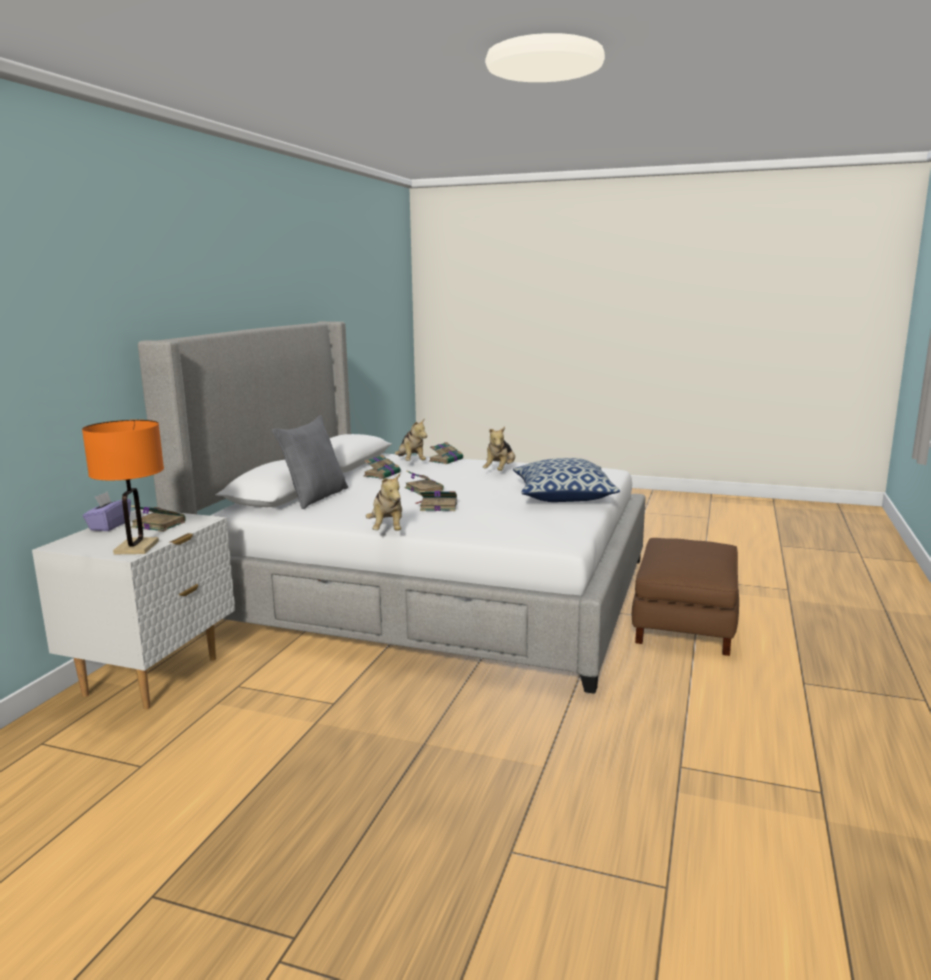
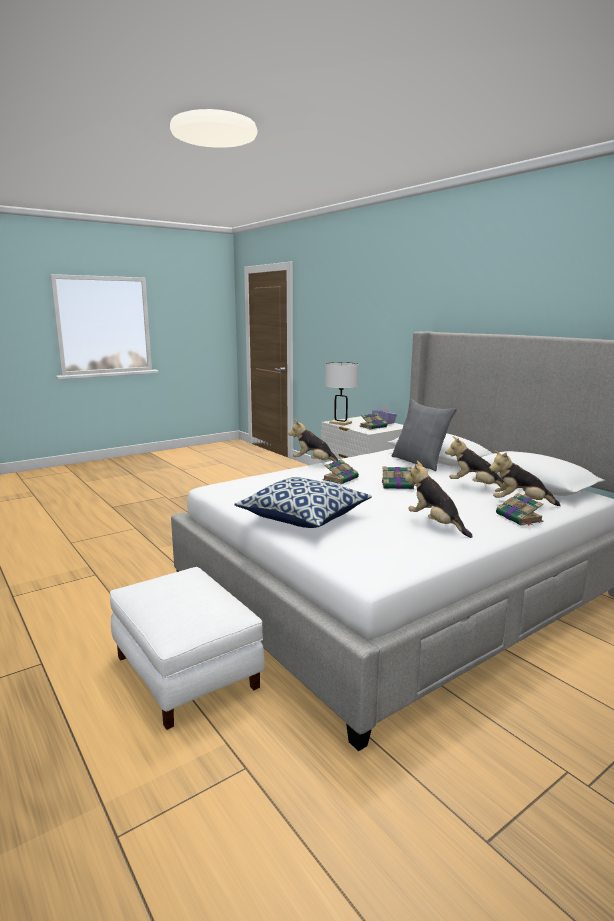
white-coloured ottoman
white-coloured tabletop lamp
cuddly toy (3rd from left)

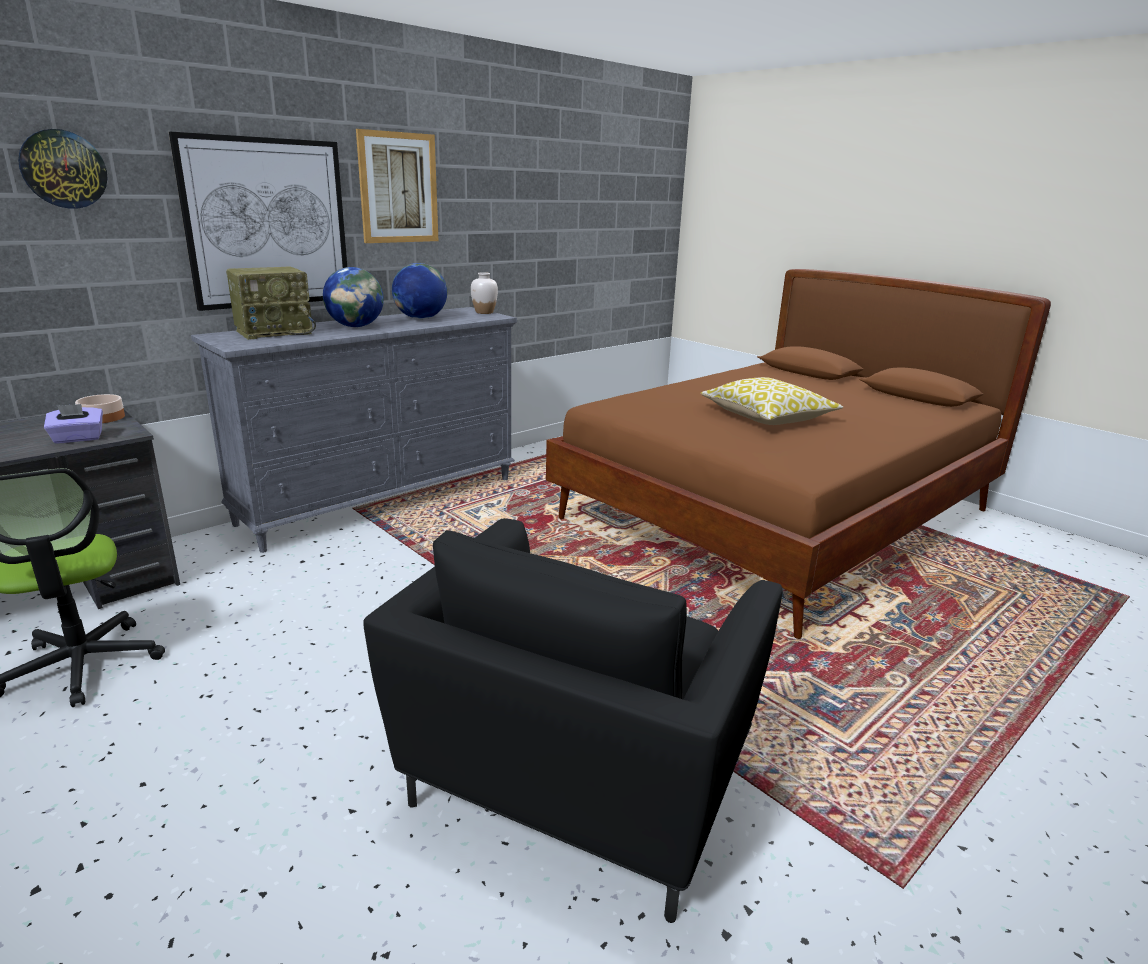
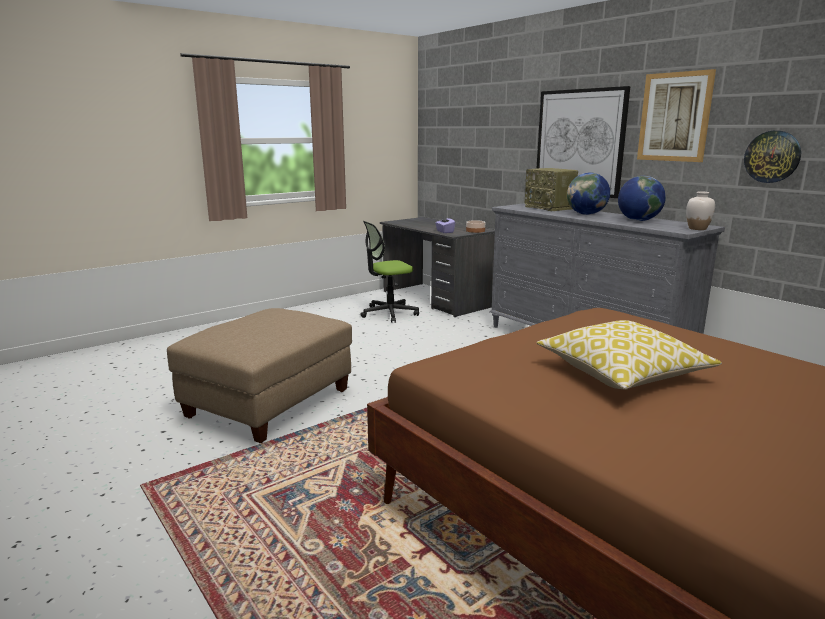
beige-coloured ottoman
clock on the wall

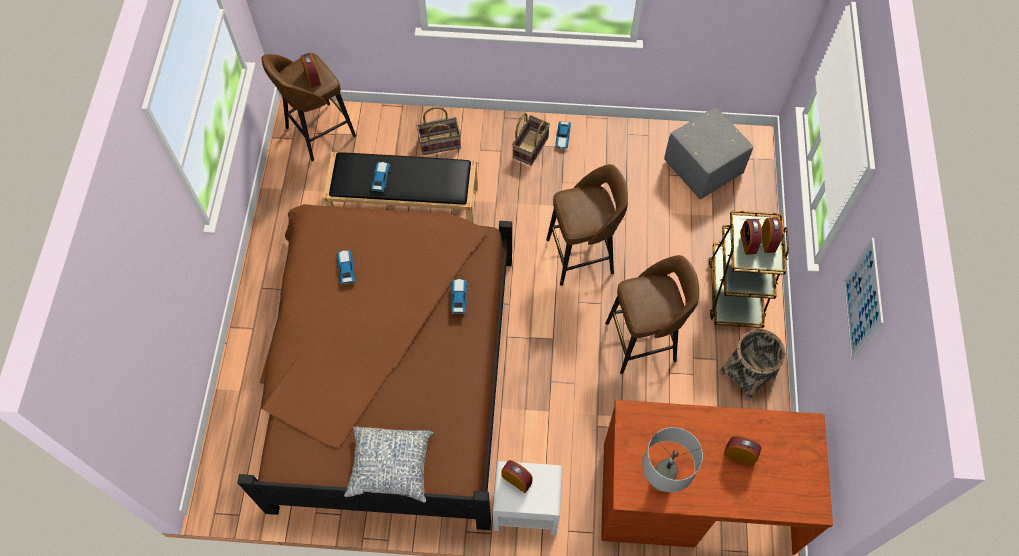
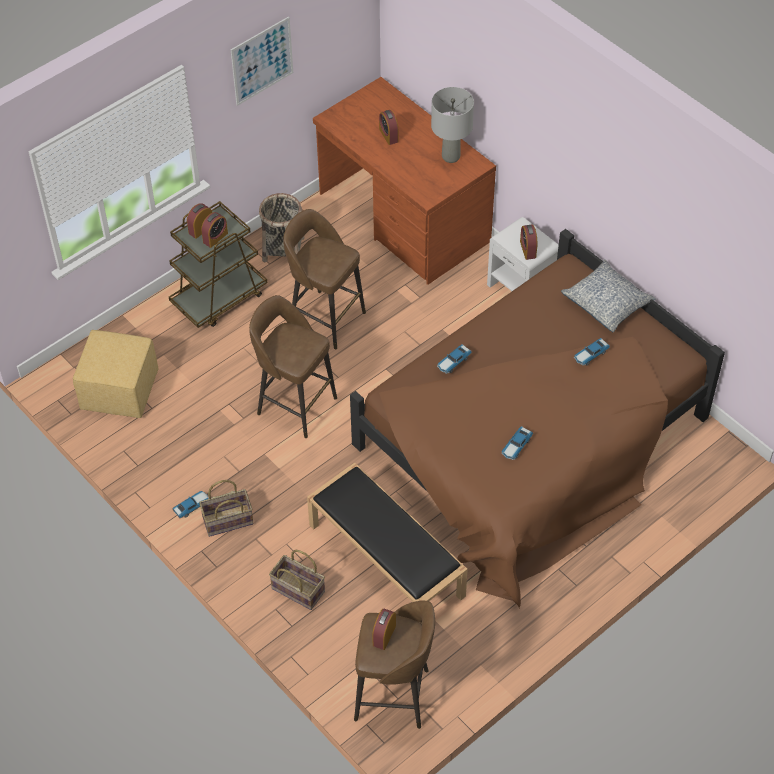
yellow ottoman
miniature car (4th from left)

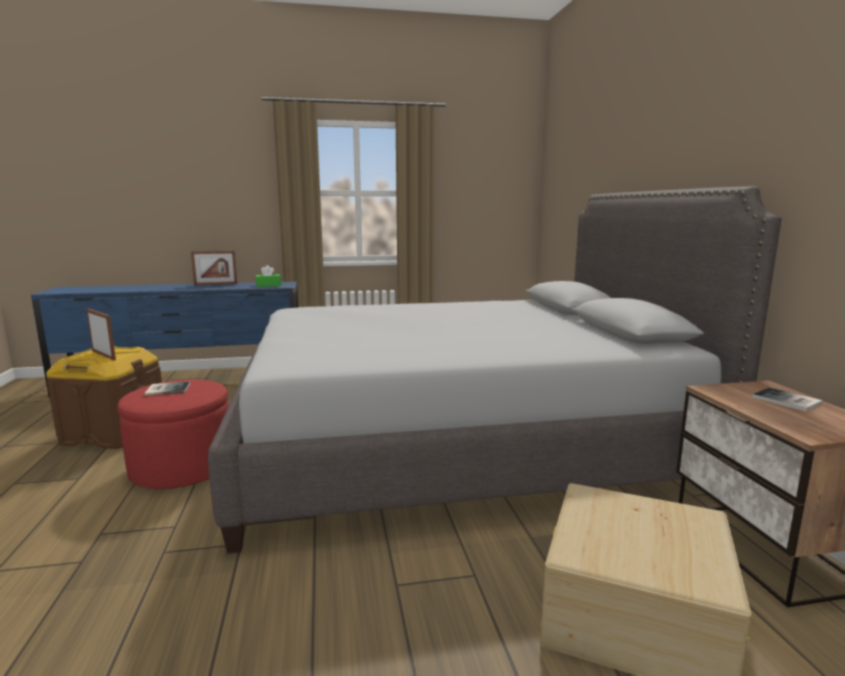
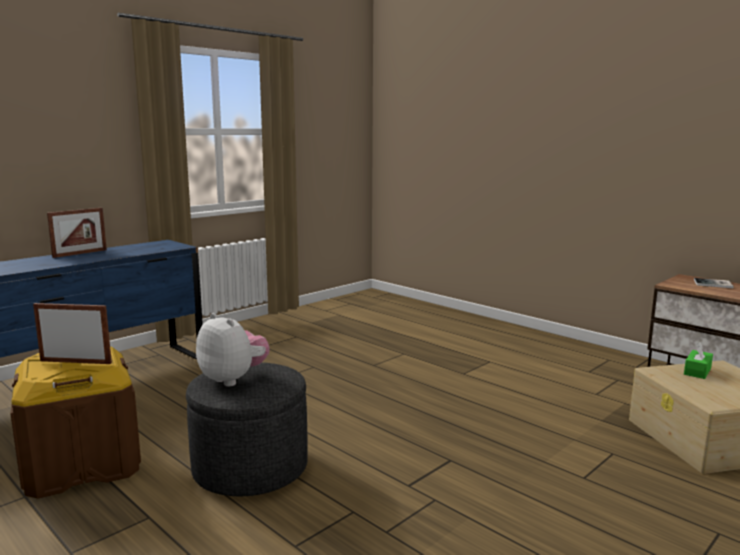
gray ottoman
cuddly toy
green-coloured tissue box
gray sleeping bed

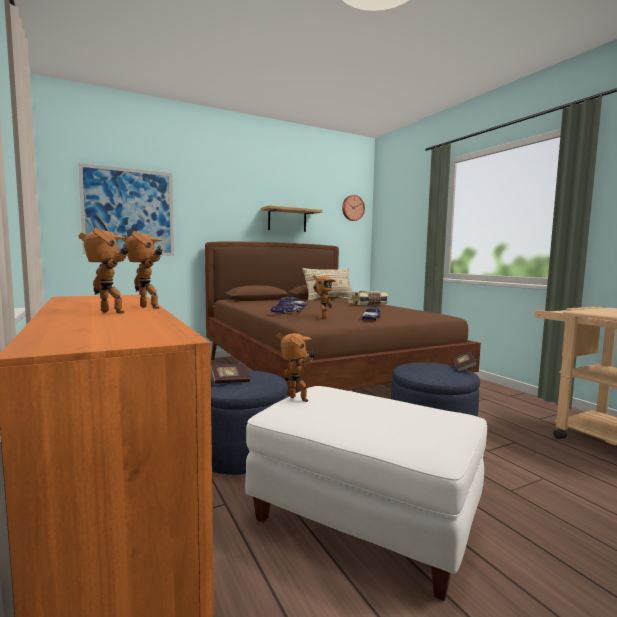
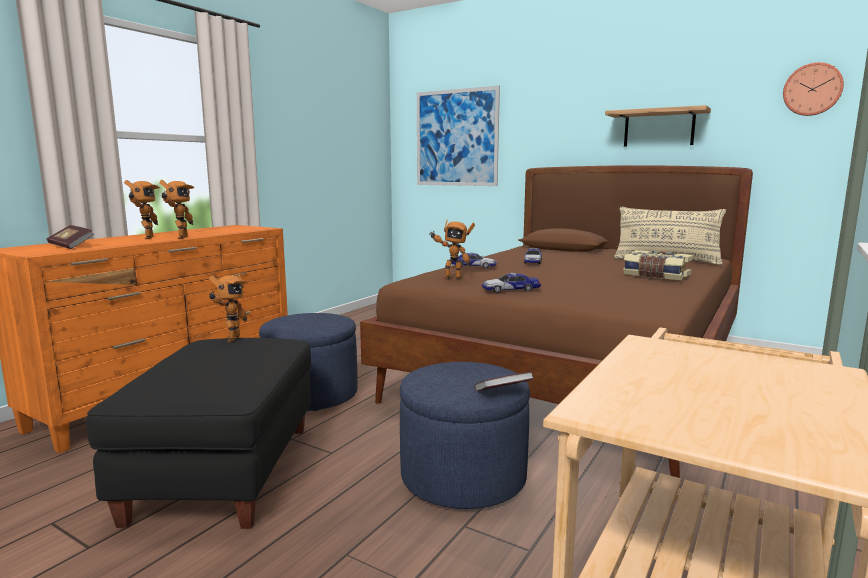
bound book (1st from left)
blackish ottoman

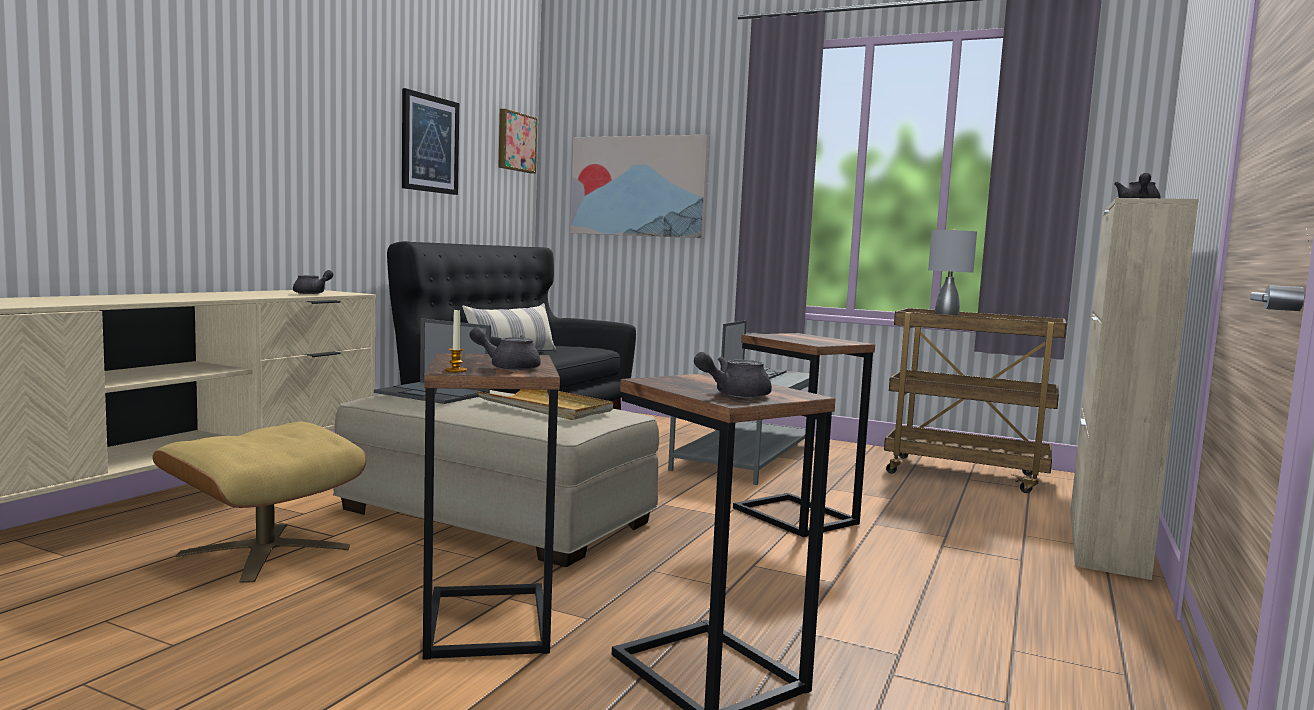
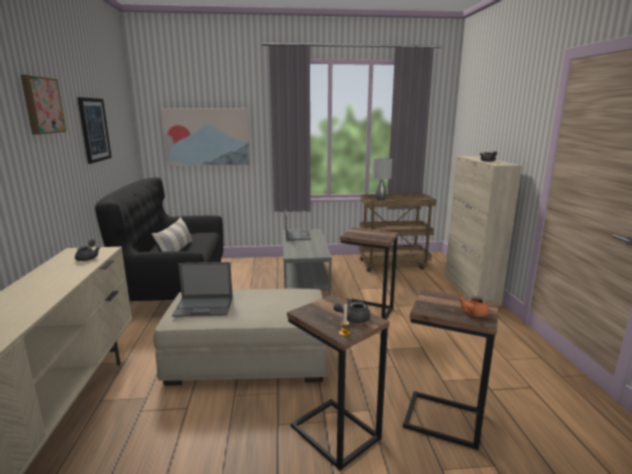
wall art (1st from left)
orangey pot for tea
beige-coloured ottoman (1st from left in the first image)
beige-coloured serving tray

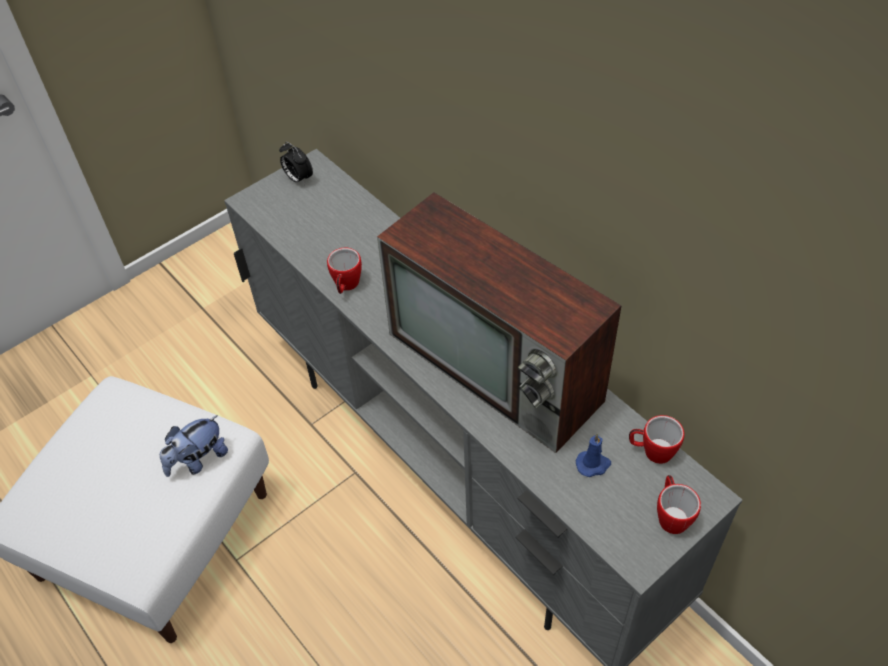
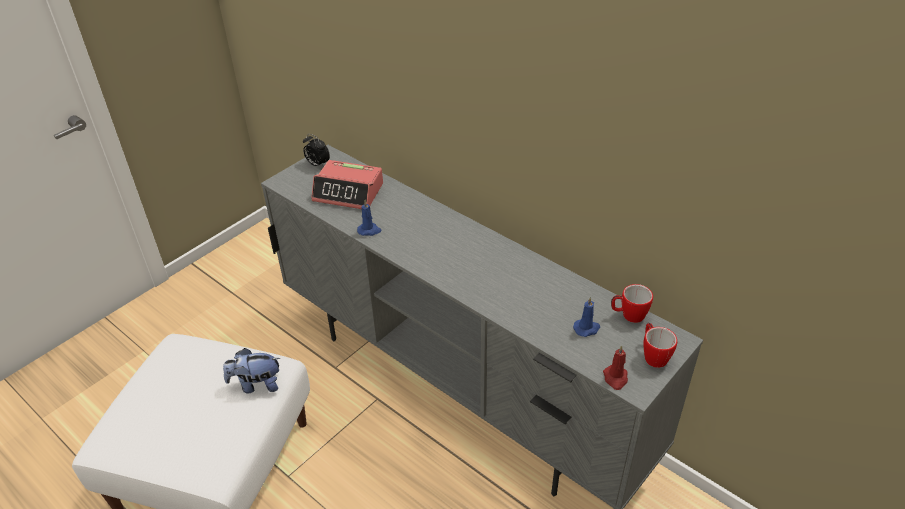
cuddly toy
alarm clock (2nd from left)
bluish wax light (1st from left)
reddish wax light
TV set

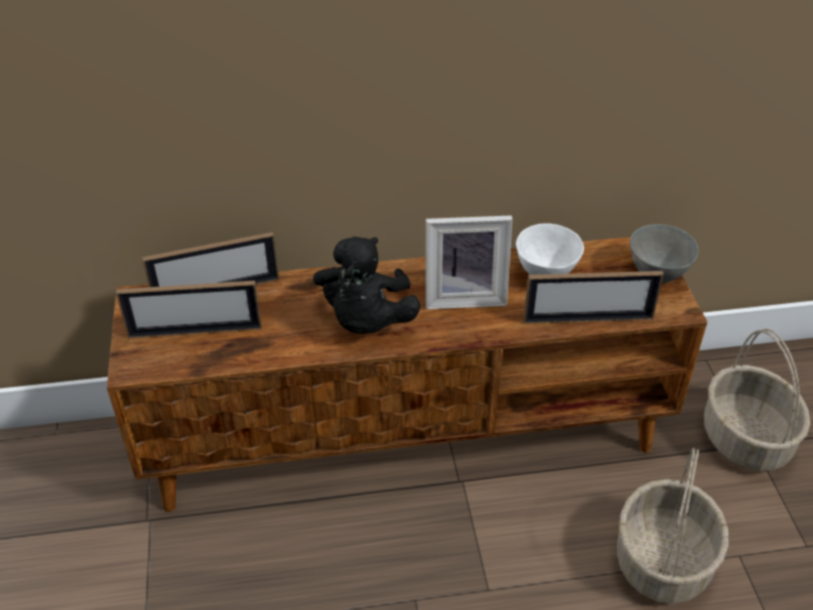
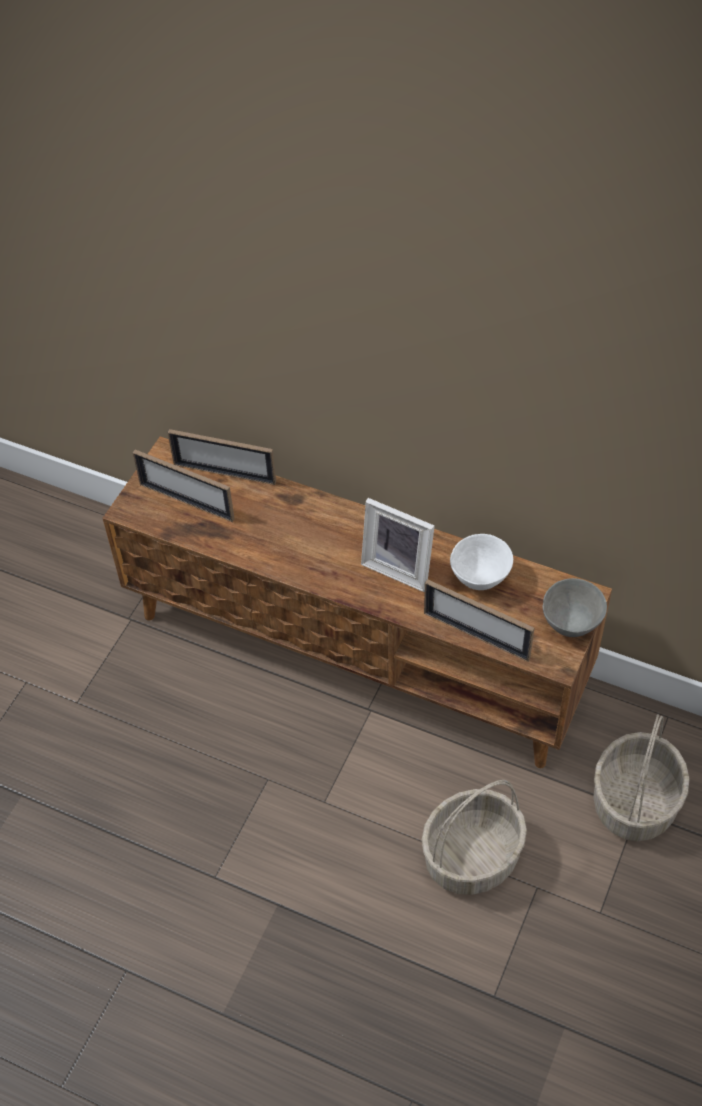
blackish cuddly toy

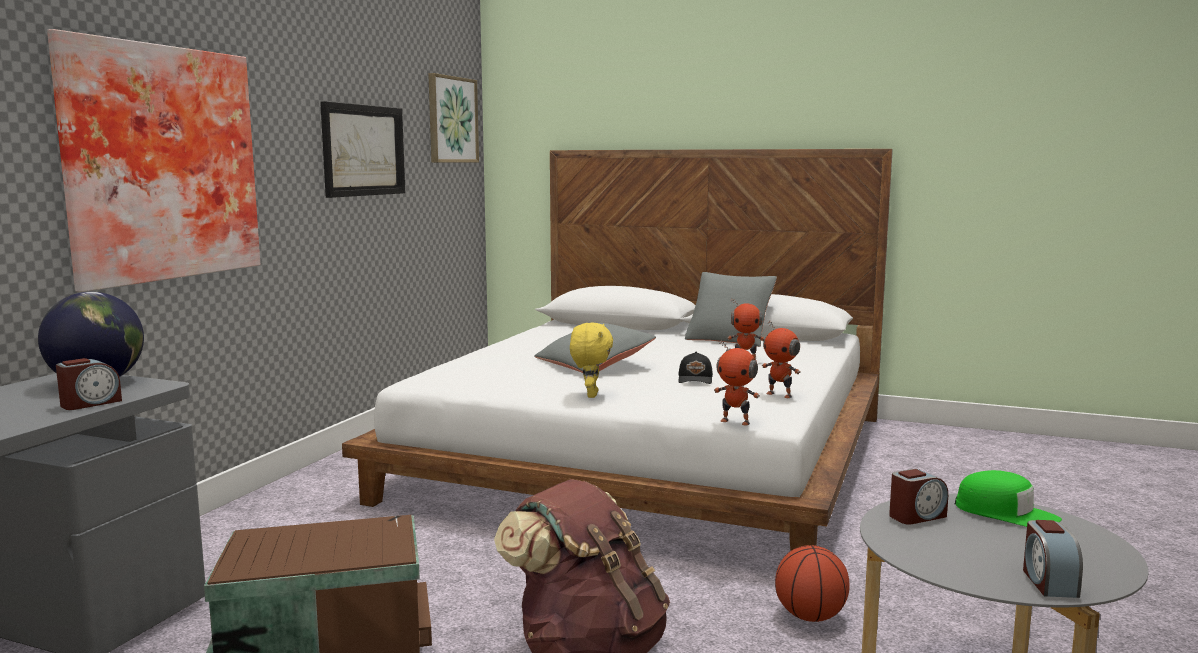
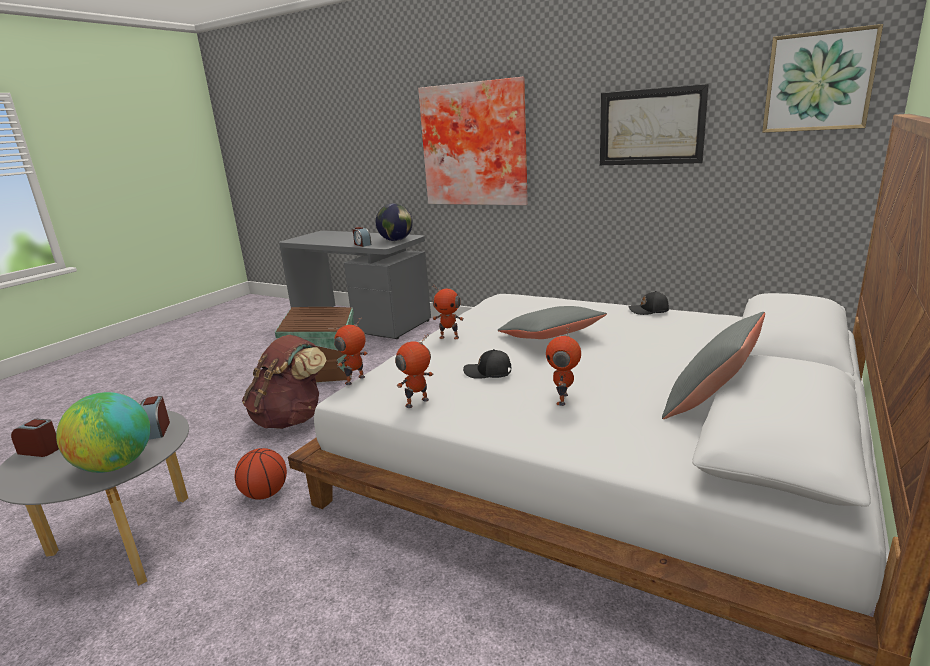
desk globe (1st from left)
robot figure (3rd from left)
blackish cap (2nd from left)

